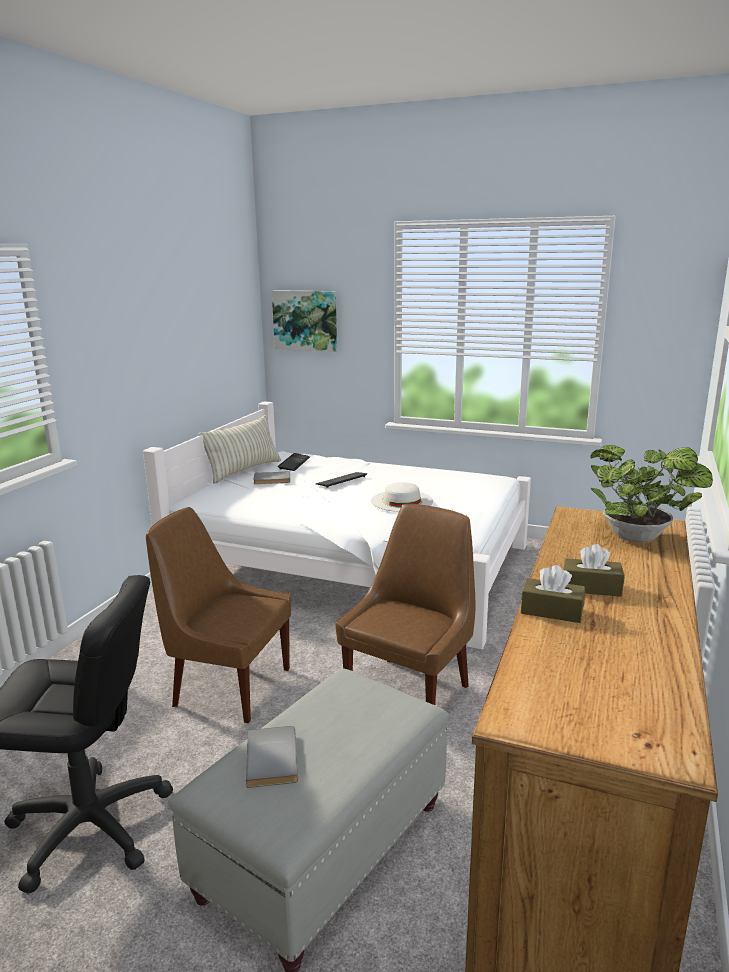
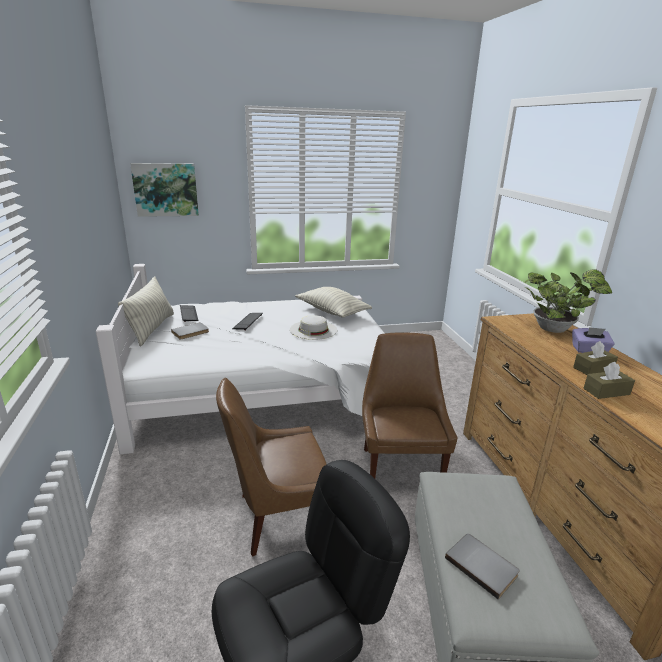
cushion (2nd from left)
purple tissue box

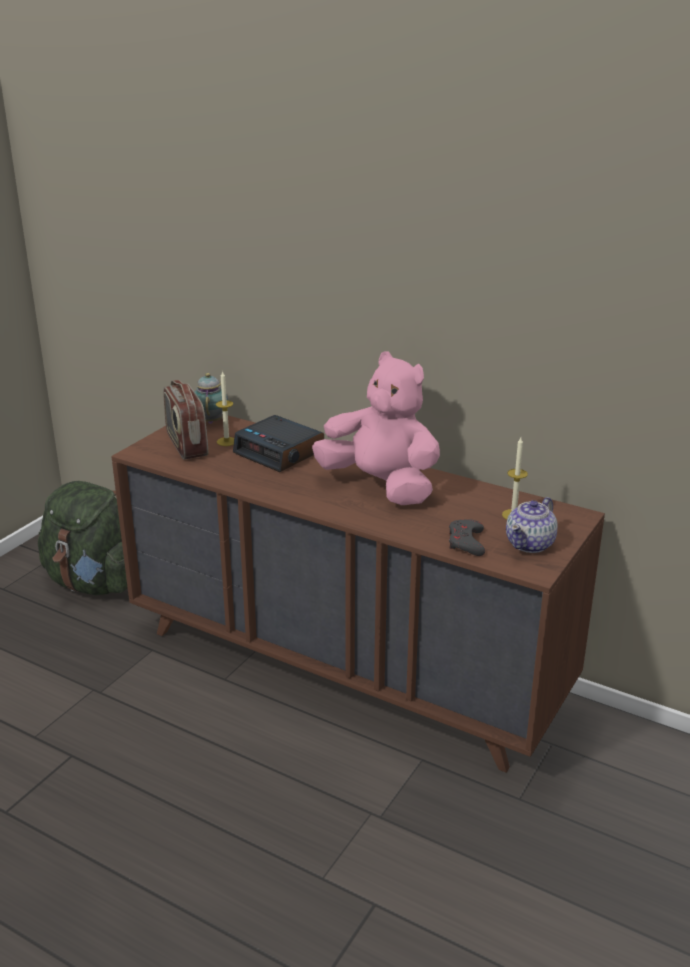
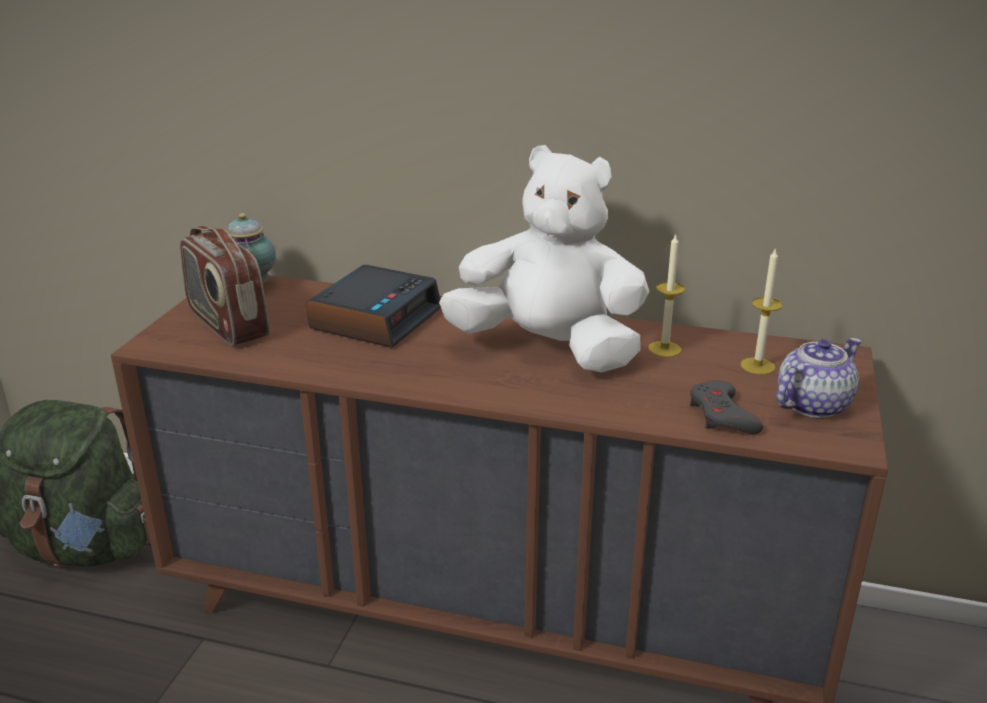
alarm clock
white-coloured cuddly toy
wax light (1st from left)
pot for tea (2nd from left)

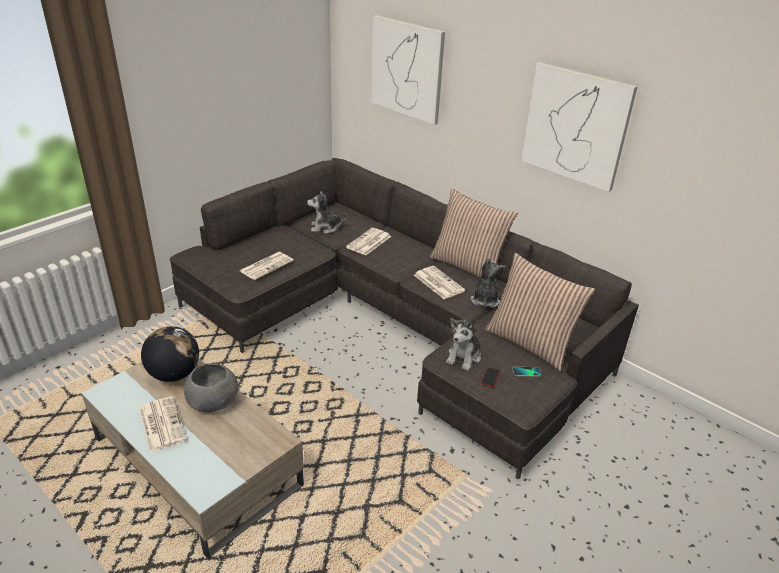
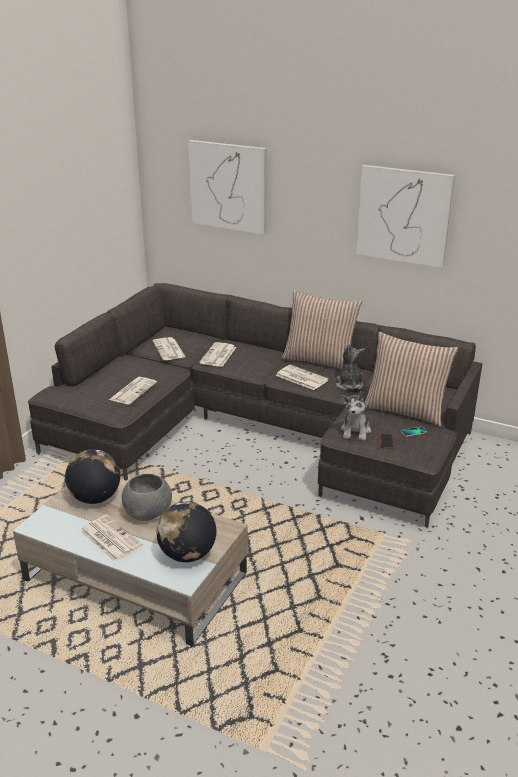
daily paper (3rd from left)
desk globe (2nd from left)

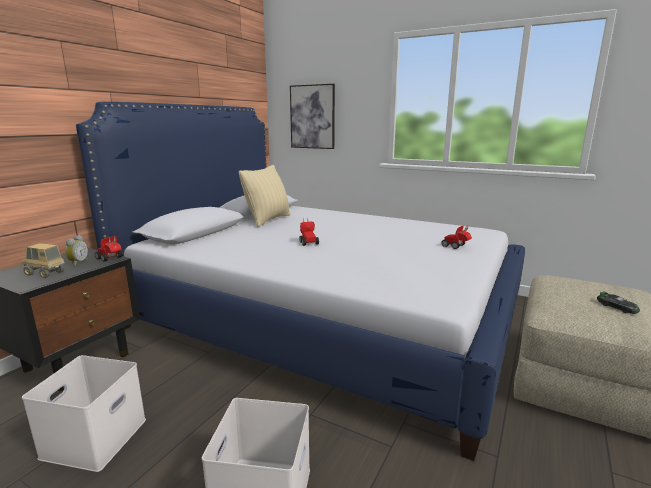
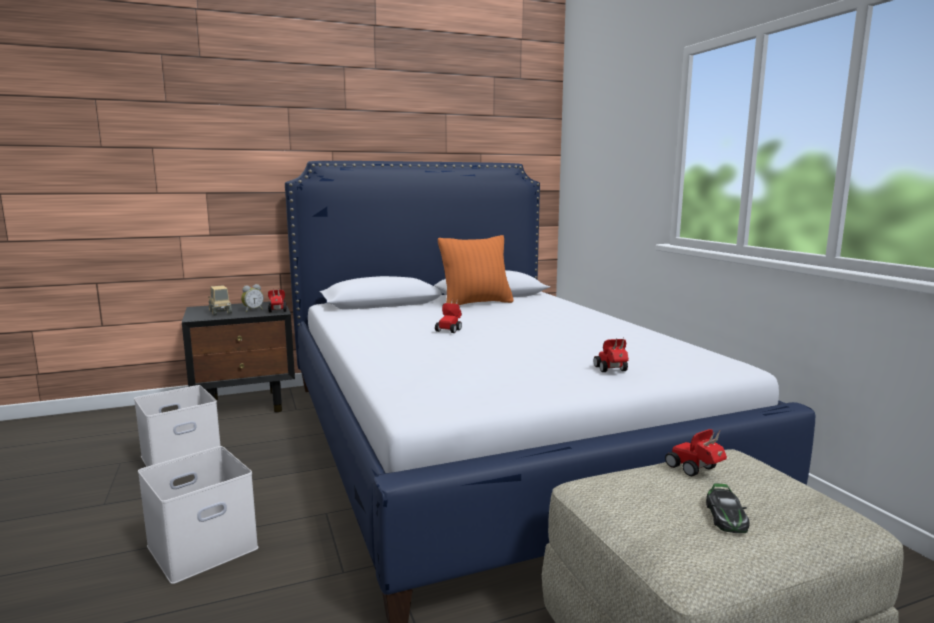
orangey cushion
miniature car (4th from left)
wall art

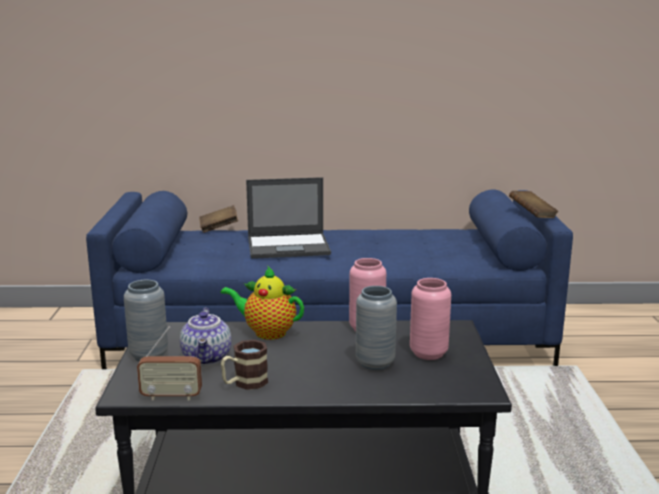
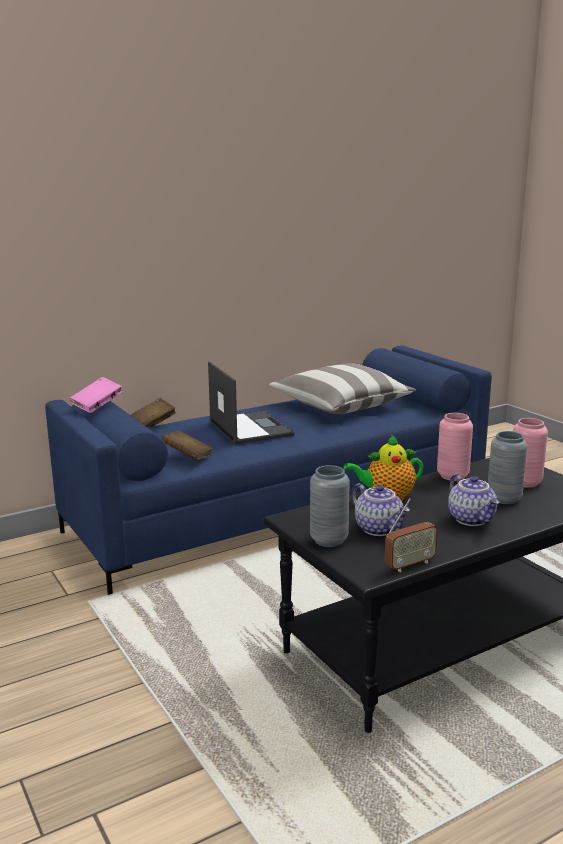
pink bound book
brown bound book (2nd from left)
portable computer
cushion
pot for tea (3rd from left)
mug

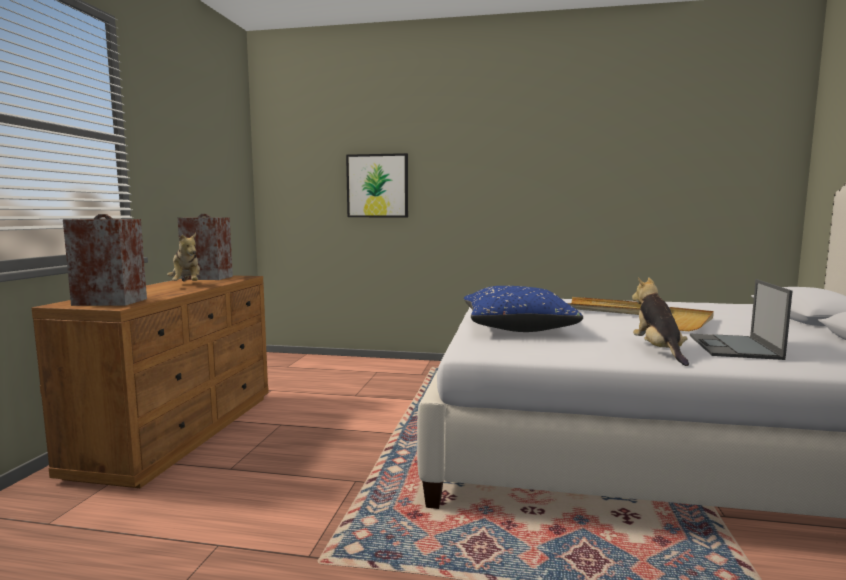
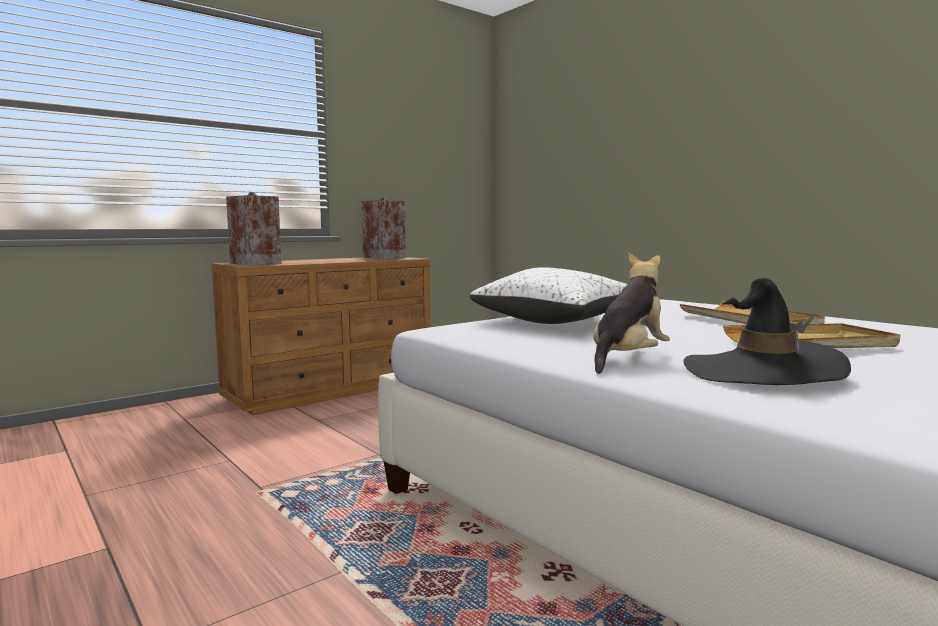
white-coloured cushion
blackish hat
cuddly toy (1st from left in the first image)
wall art

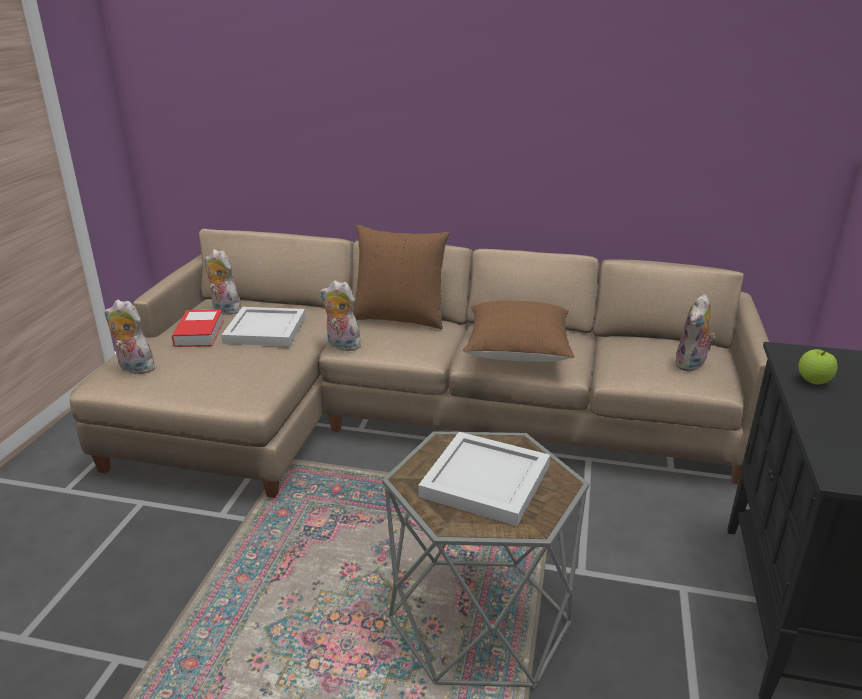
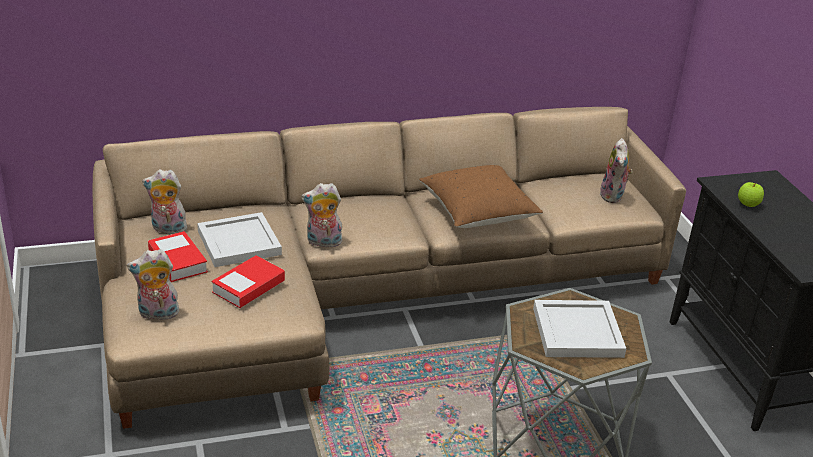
bound book (2nd from left)
brown cushion (1st from left in the first image)

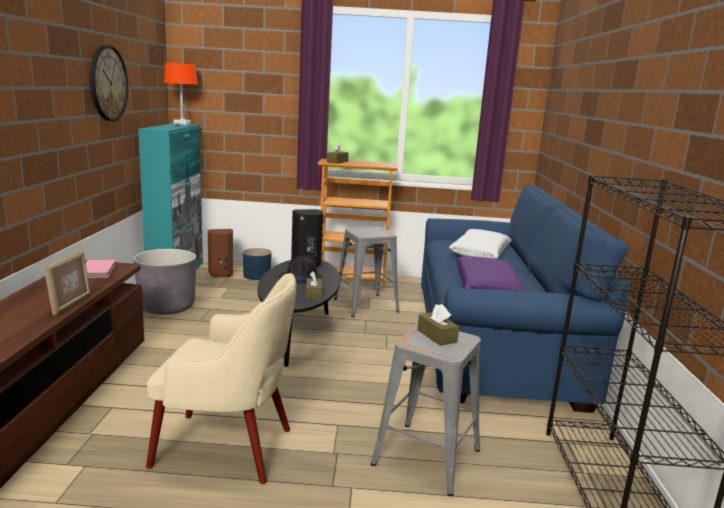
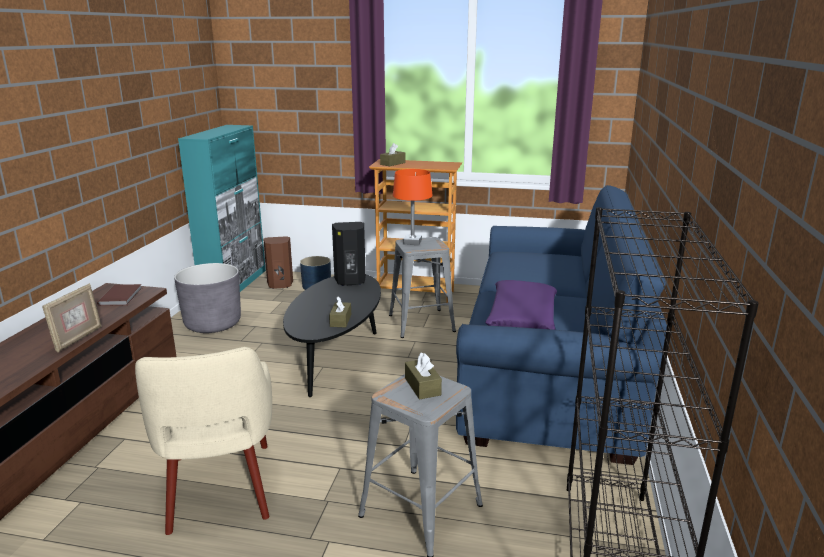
brown bound book
beige-coloured easy chair
orangey tabletop lamp
clock on the wall
blackish hat
white-coloured cushion

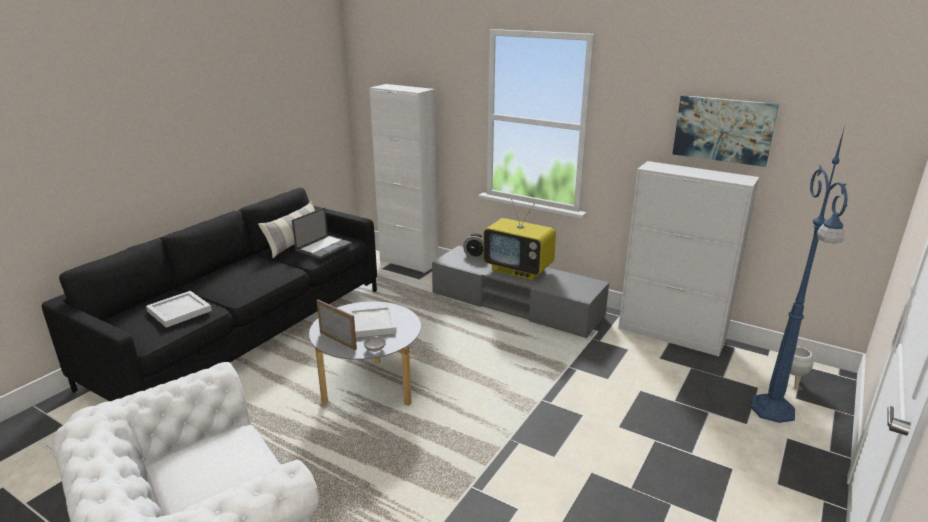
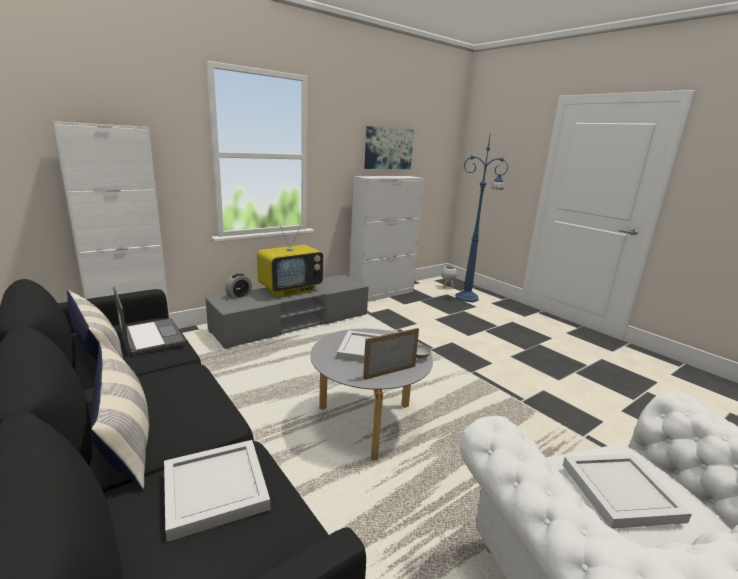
cushion (2nd from left)
white-coloured serving tray (3rd from left)

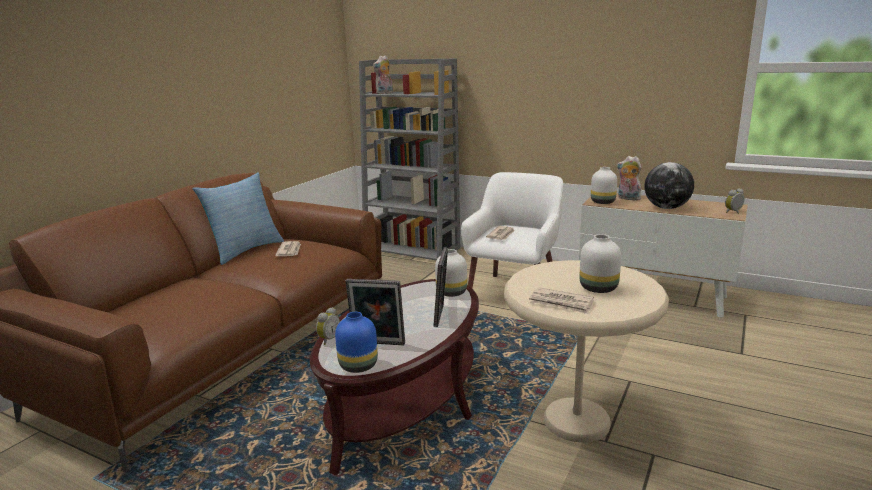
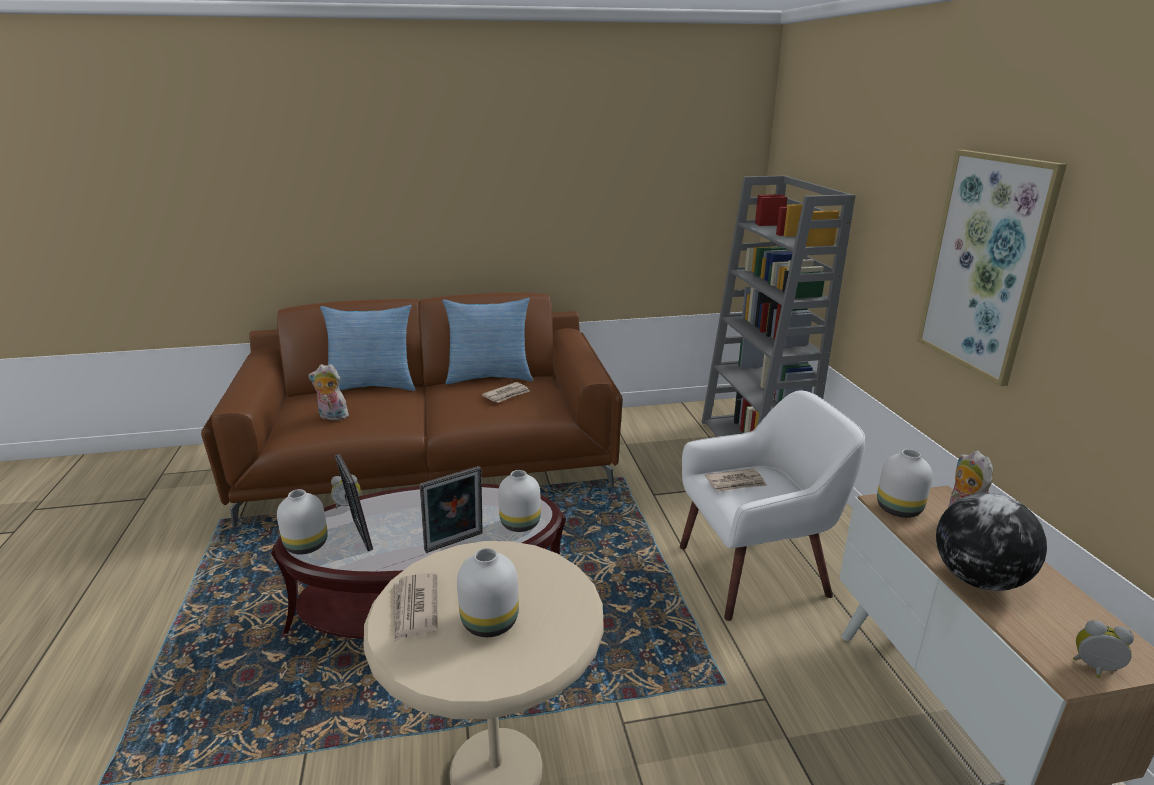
white-coloured flower vase (1st from left)
cuddly toy (1st from left)
cushion (1st from left)
wall art

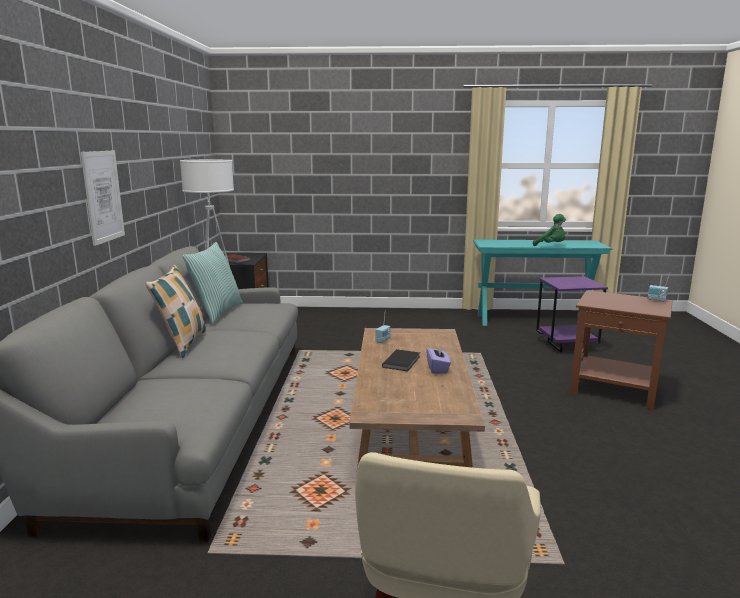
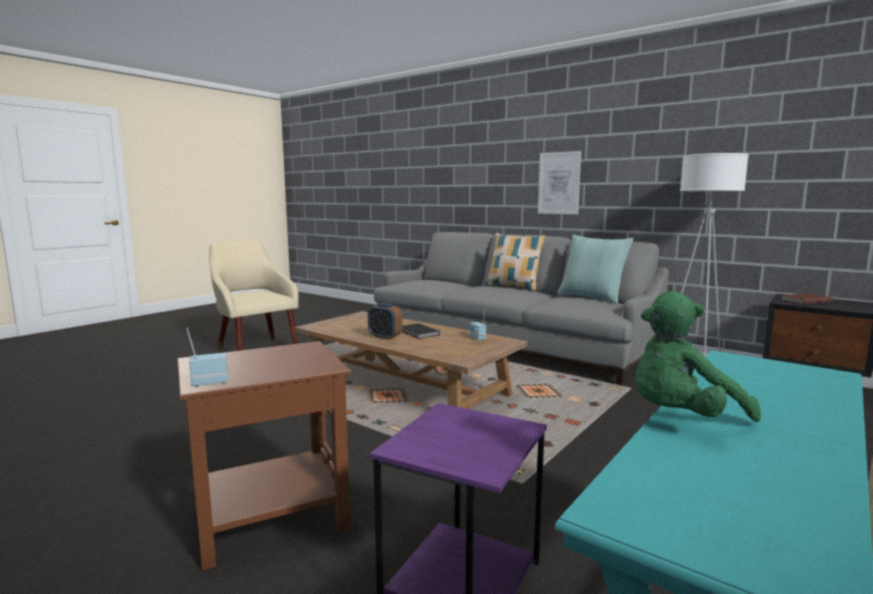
alarm clock

